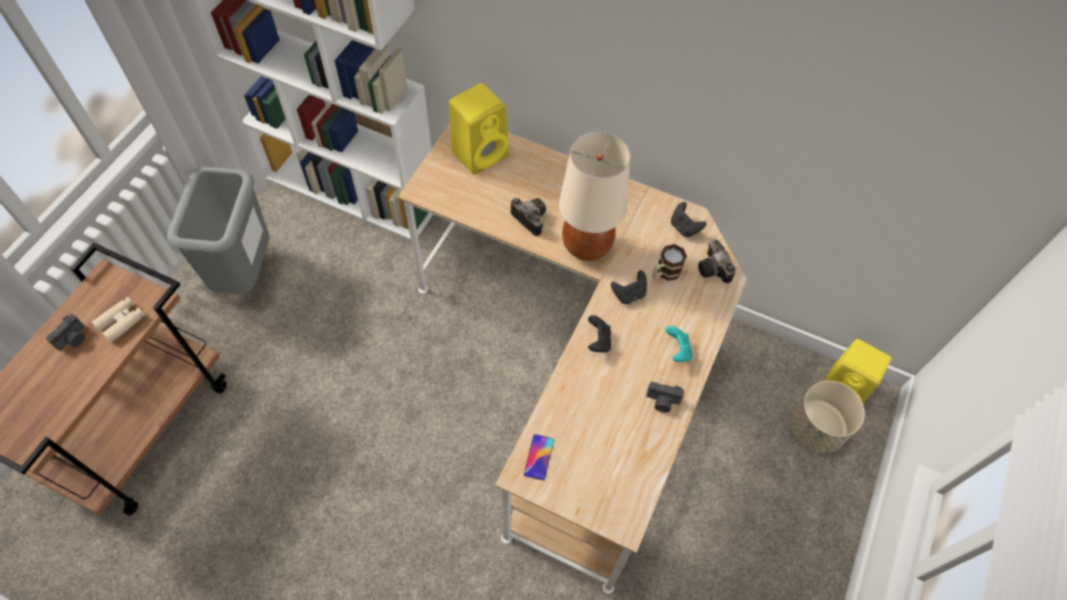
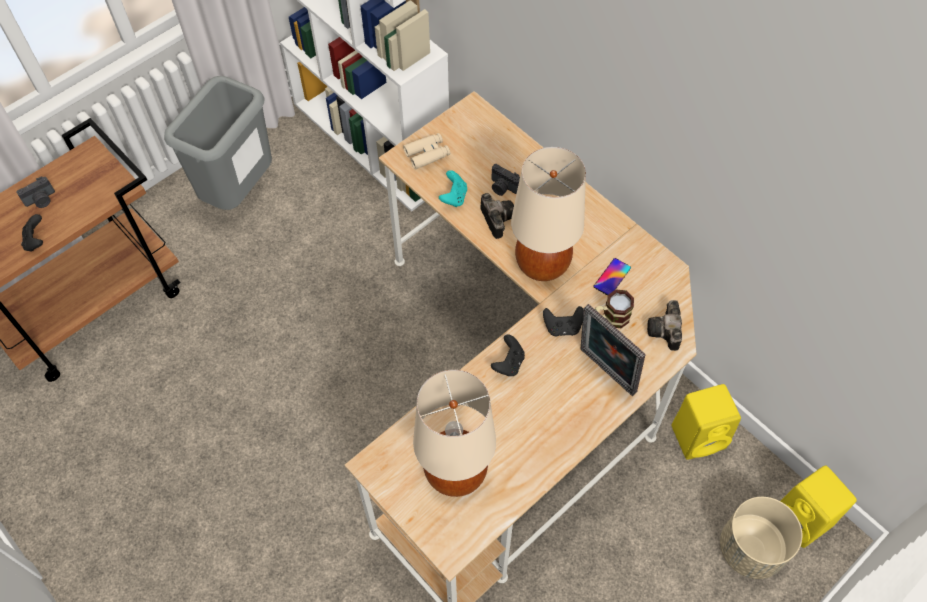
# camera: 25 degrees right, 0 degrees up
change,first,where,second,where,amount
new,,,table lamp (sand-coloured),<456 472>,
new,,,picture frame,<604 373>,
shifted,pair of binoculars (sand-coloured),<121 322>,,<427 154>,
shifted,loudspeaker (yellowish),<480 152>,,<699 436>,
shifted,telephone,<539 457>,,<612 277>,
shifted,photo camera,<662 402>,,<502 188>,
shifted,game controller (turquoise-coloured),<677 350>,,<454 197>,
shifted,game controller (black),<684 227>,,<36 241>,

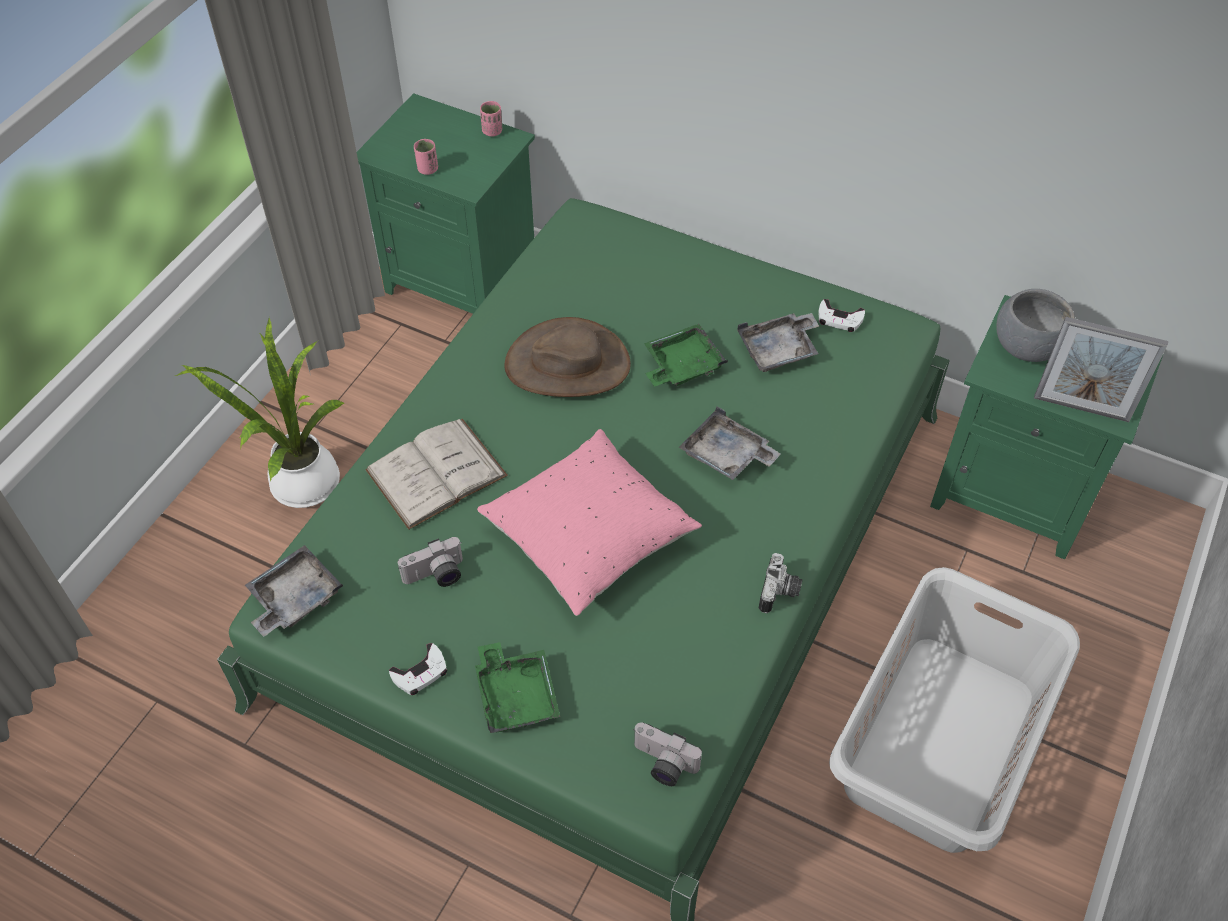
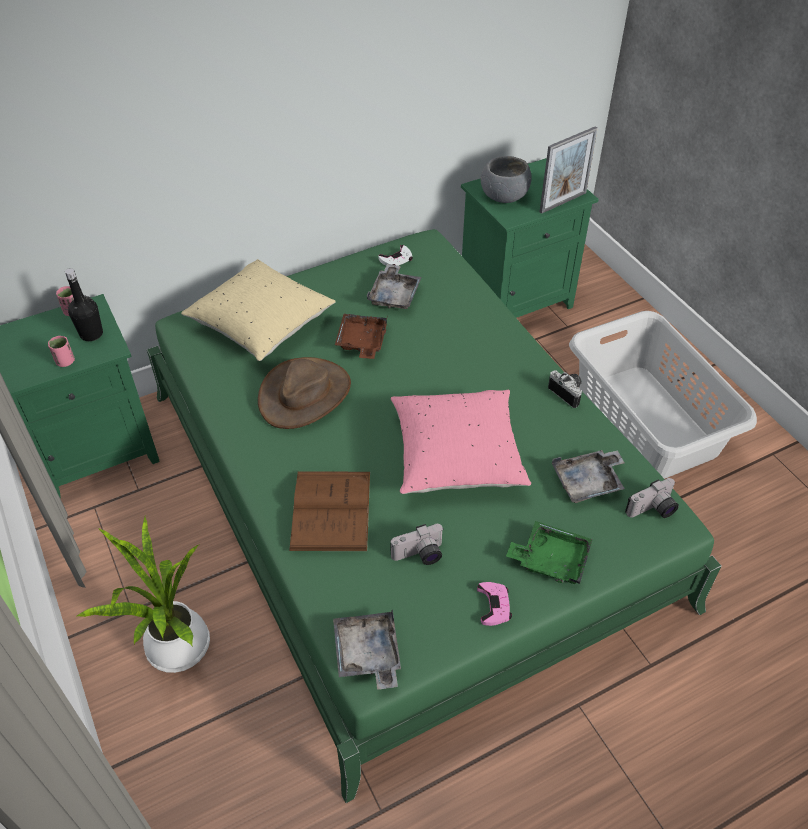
# camera: 55 degrees left, 5 degrees down
change,first,where,second,where,amount
new,,,drink bottle (black),<91 334>,
new,,,pillow (sand-coloured),<261 325>,
shifted,tray (gray),<726 456>,,<588 482>,
repainted,book (white-coloured),<436 473>,book (brown-coloured),<331 510>,
repainted,game controller (white-coloured),<420 673>,game controller (pinkish),<494 605>,
repainted,tray (green-coloured),<682 365>,tray (brown-coloured),<362 342>,
rotated,photo camera,<436 576>,,<419 556>,60 degrees clockwise

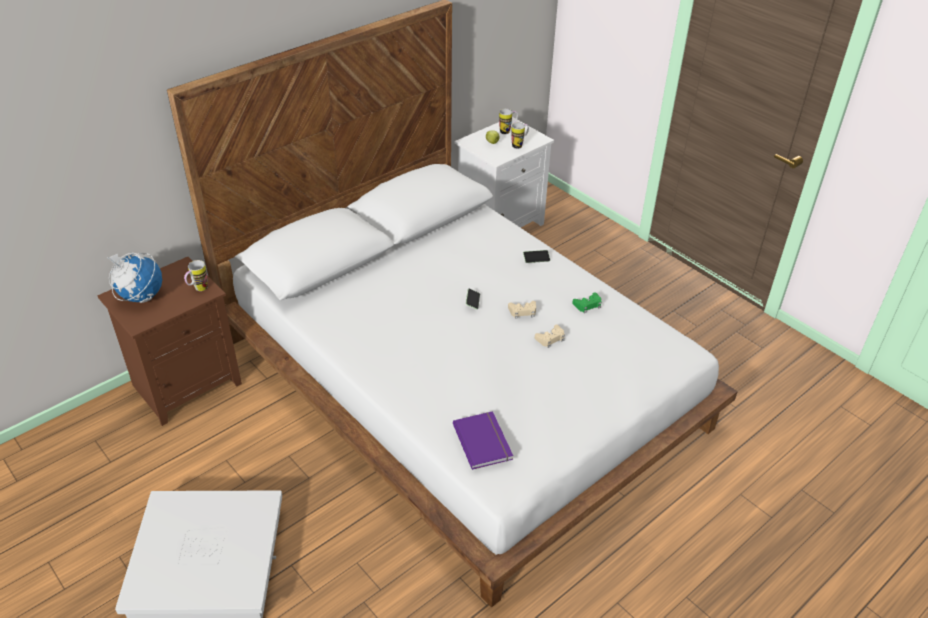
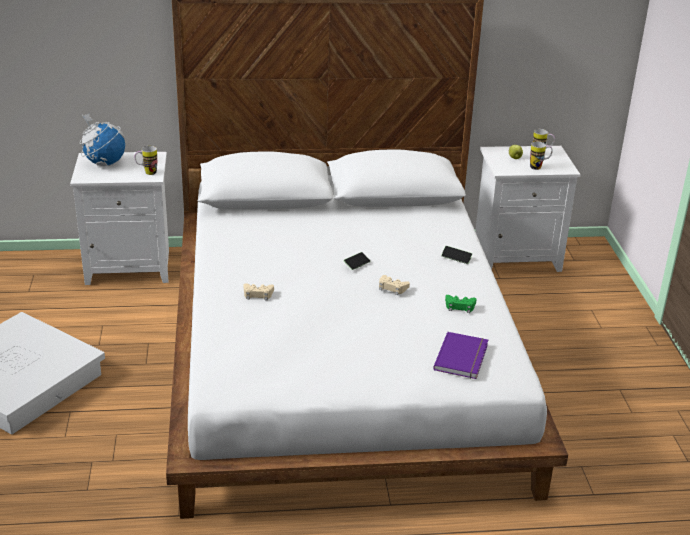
# camera: 35 degrees right, 10 degrees down
change,first,where,second,where,amount
shifted,book (purple),<484 441>,,<463 357>,
shifted,game controller (sand-coloured),<550 338>,,<258 294>,
repainted,night table (brown-coloured),<187 384>,night table (white-coloured),<131 266>,

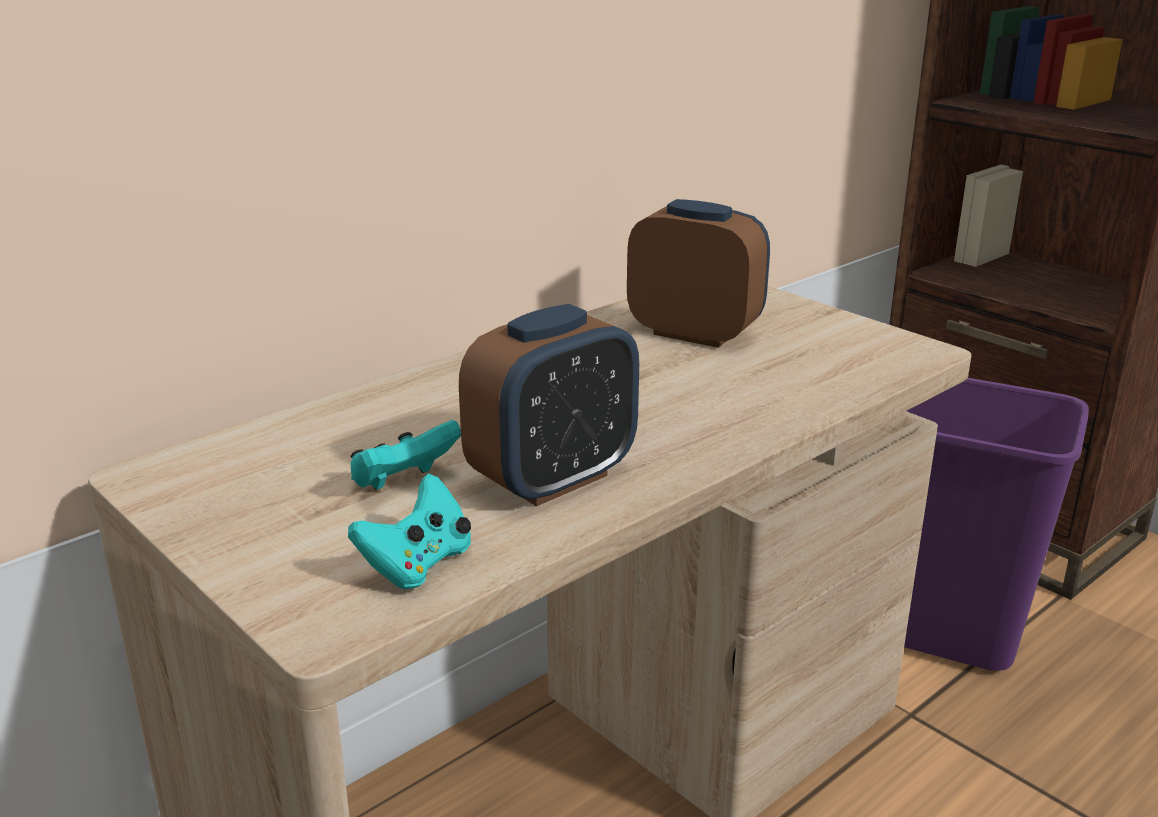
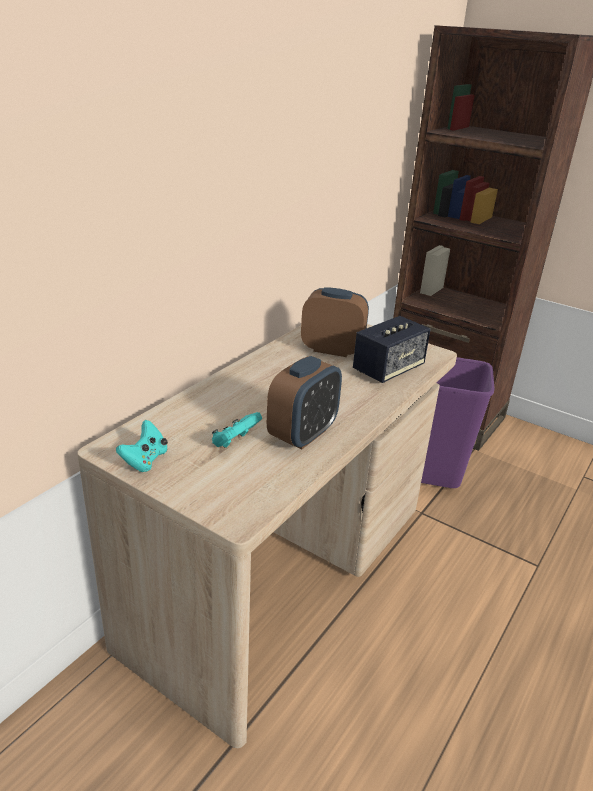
# camera: 15 degrees left, 5 degrees up
change,first,where,second,where,amount
new,,,loudspeaker,<388 369>,
shifted,game controller (turquoise-coloured),<418 564>,,<145 460>,

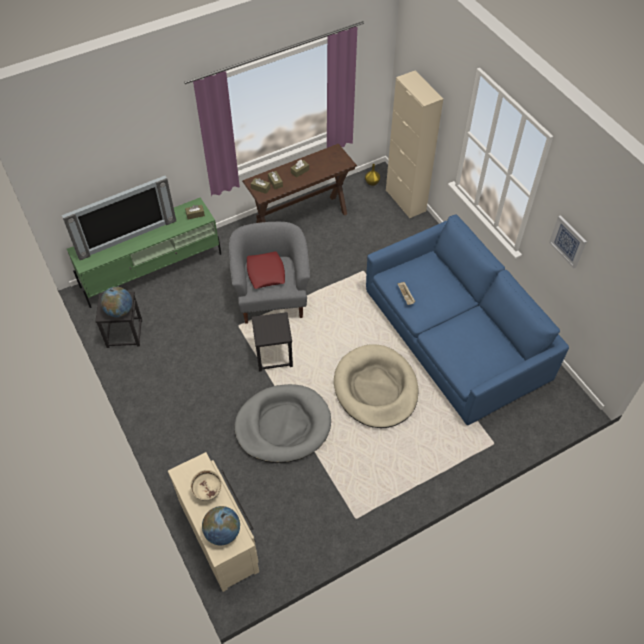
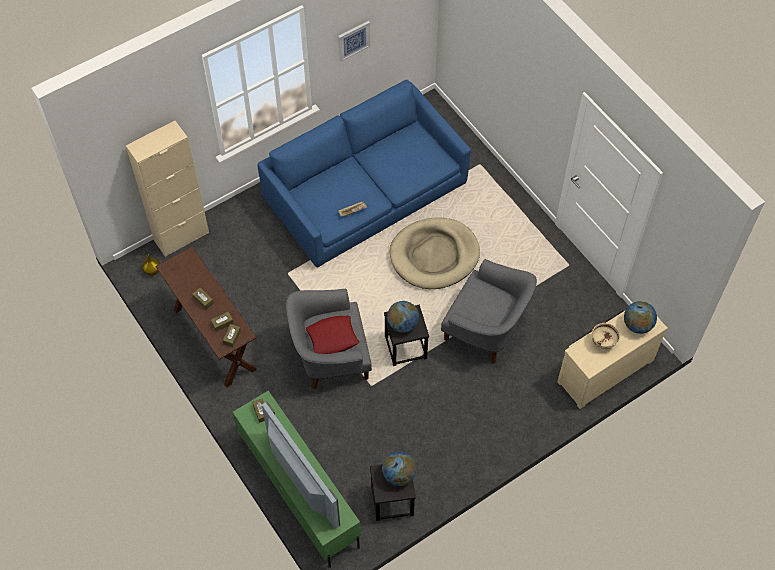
# camera: 95 degrees left, 5 degrees up
change,first,where,second,where,amount
new,,,globe,<402 324>,
swapped,dog cushion (gray),<283 425>,armchair (gray),<486 330>,

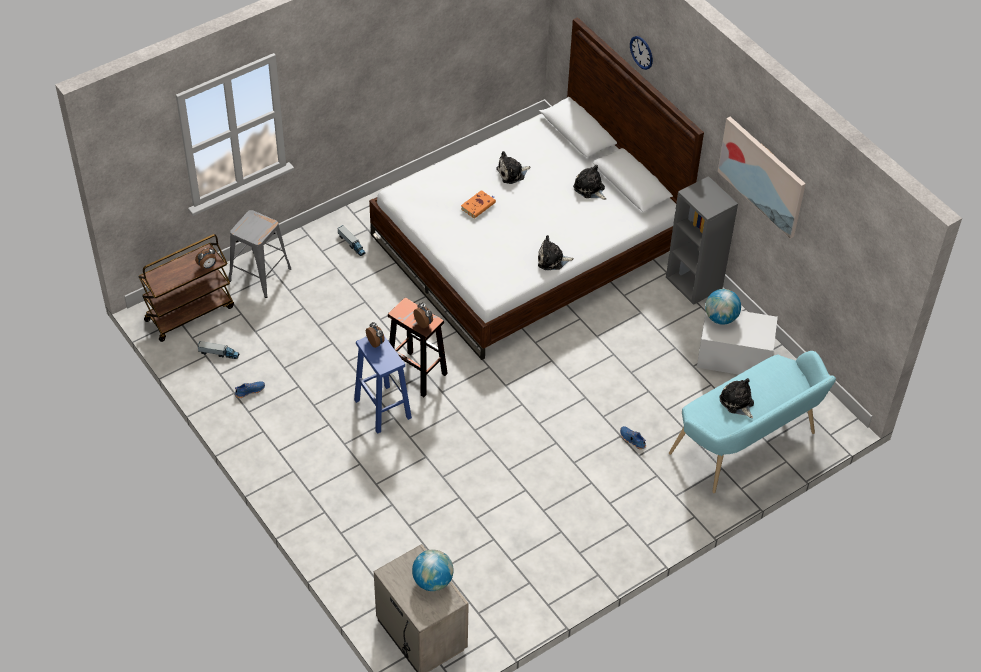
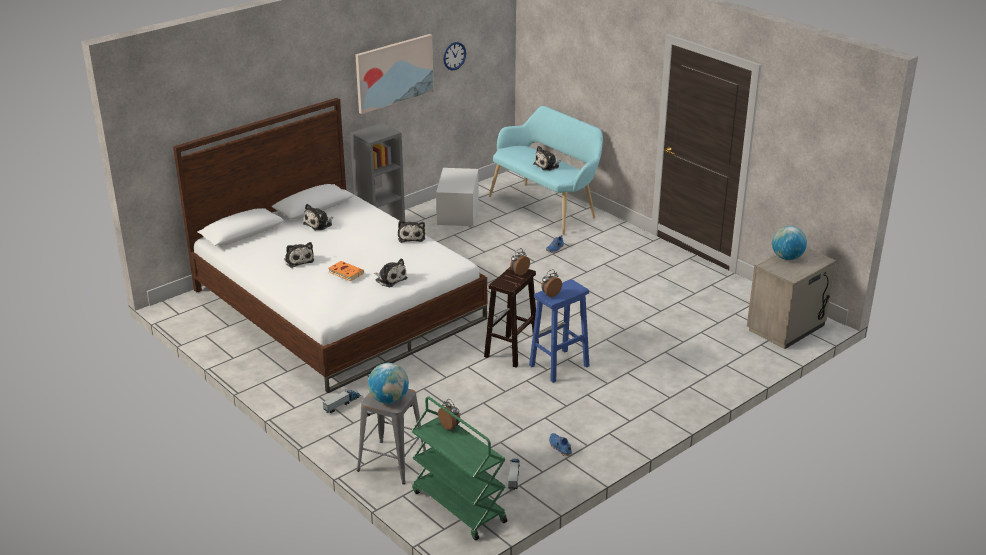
# camera: 95 degrees left, 20 degrees down
change,first,where,second,where,amount
new,,,soft toy,<390 279>,
shifted,hanging clock,<641 52>,,<454 56>,
shifted,globe,<721 318>,,<389 399>,
repainted,cart (brown-coloured),<190 313>,cart (green-coloured),<458 506>,

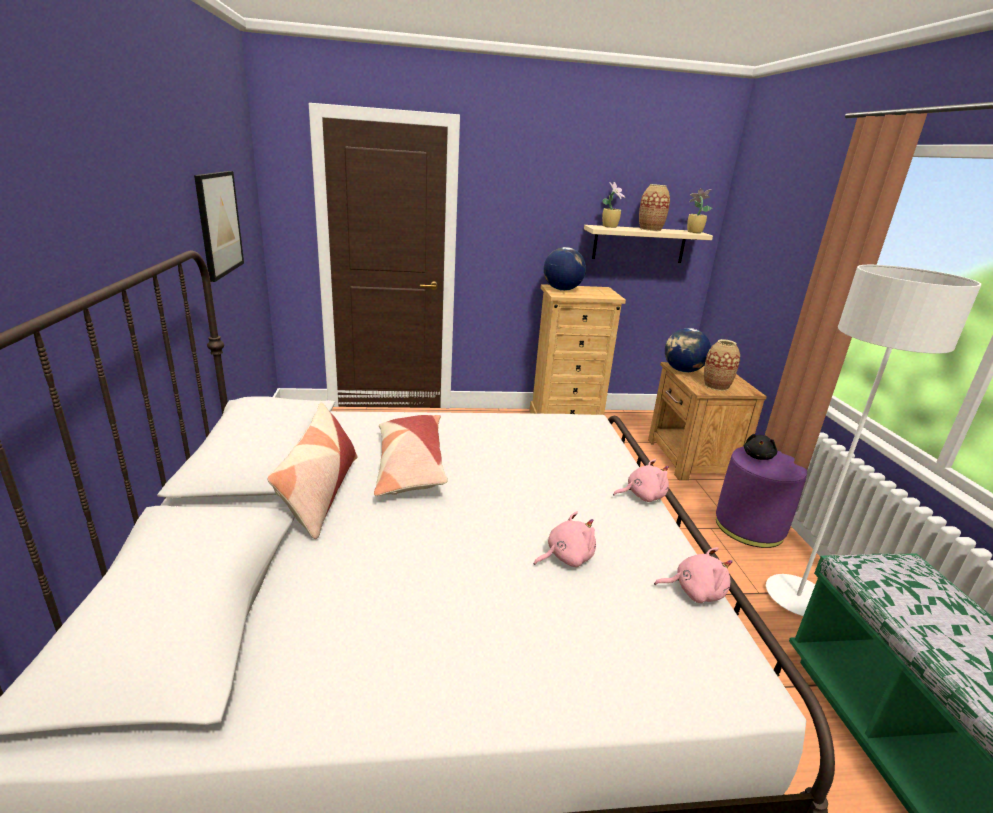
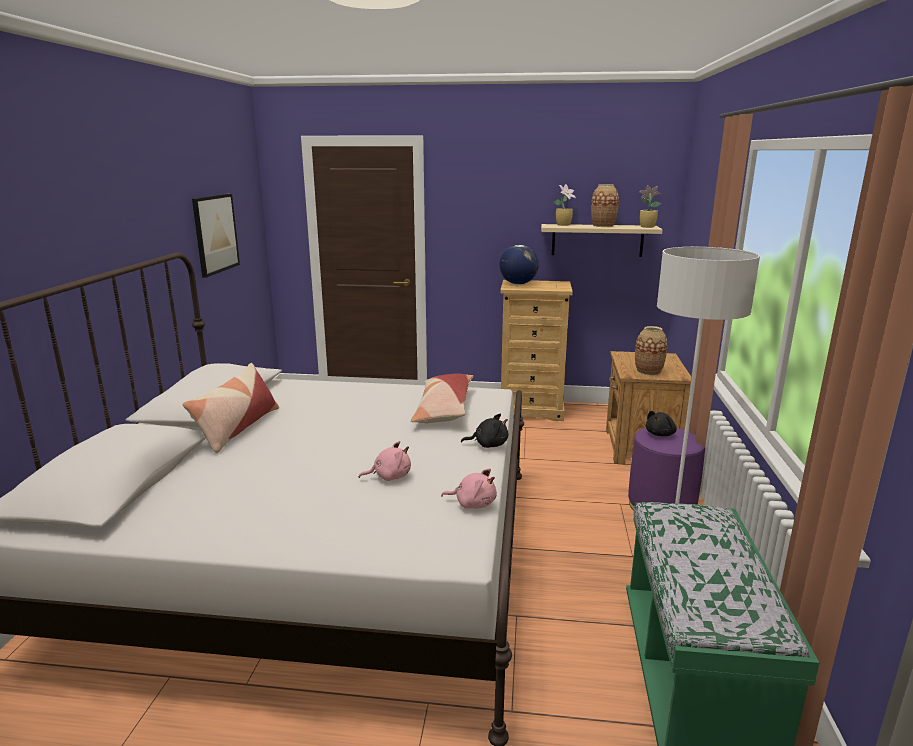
# camera: 15 degrees right, 5 degrees down
change,first,where,second,where,amount
gone,globe,<683 371>,,,
shifted,pillow,<410 466>,,<443 409>,
repainted,soft toy (pinkish),<642 495>,soft toy (black),<488 444>,

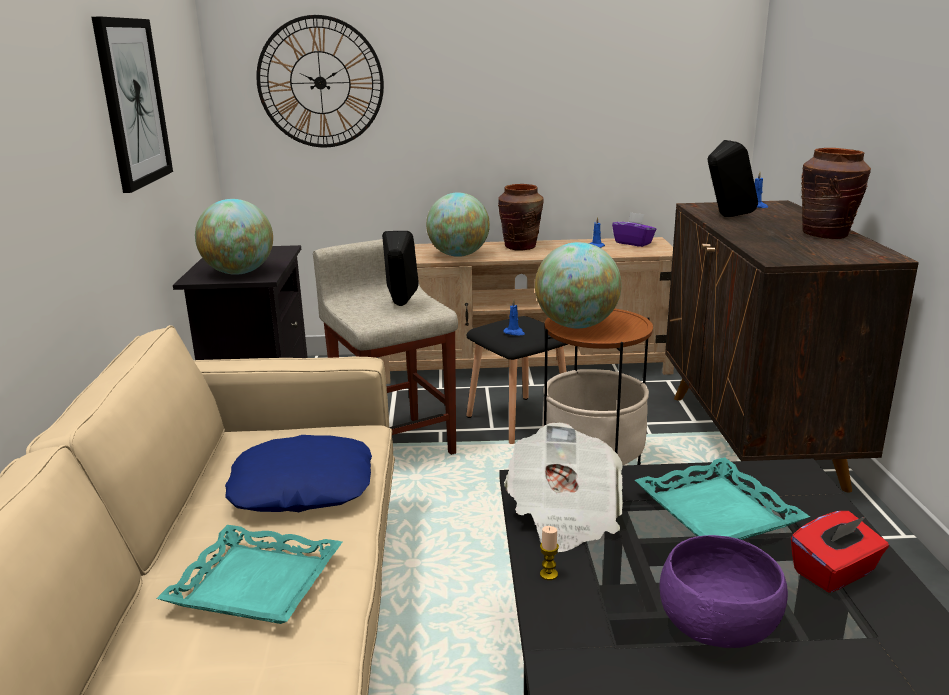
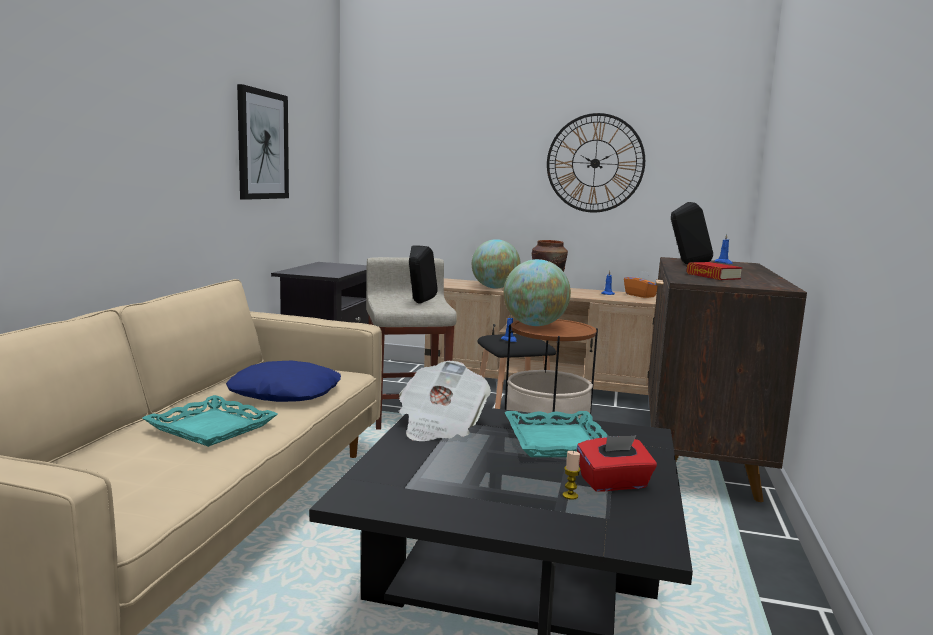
# camera: 15 degrees right, 10 degrees down
change,first,where,second,where,amount
gone,globe,<239 273>,,,
gone,deep dish (purple),<716 627>,,,
gone,vase (brown-coloured),<826 234>,,,
new,,,book,<713 276>,
shifted,hanging clock,<320 82>,,<595 163>,
shifted,wax candle,<548 574>,,<570 496>,
repainted,tissue holder (purple),<633 243>,tissue holder (orange-coloured),<640 295>,

